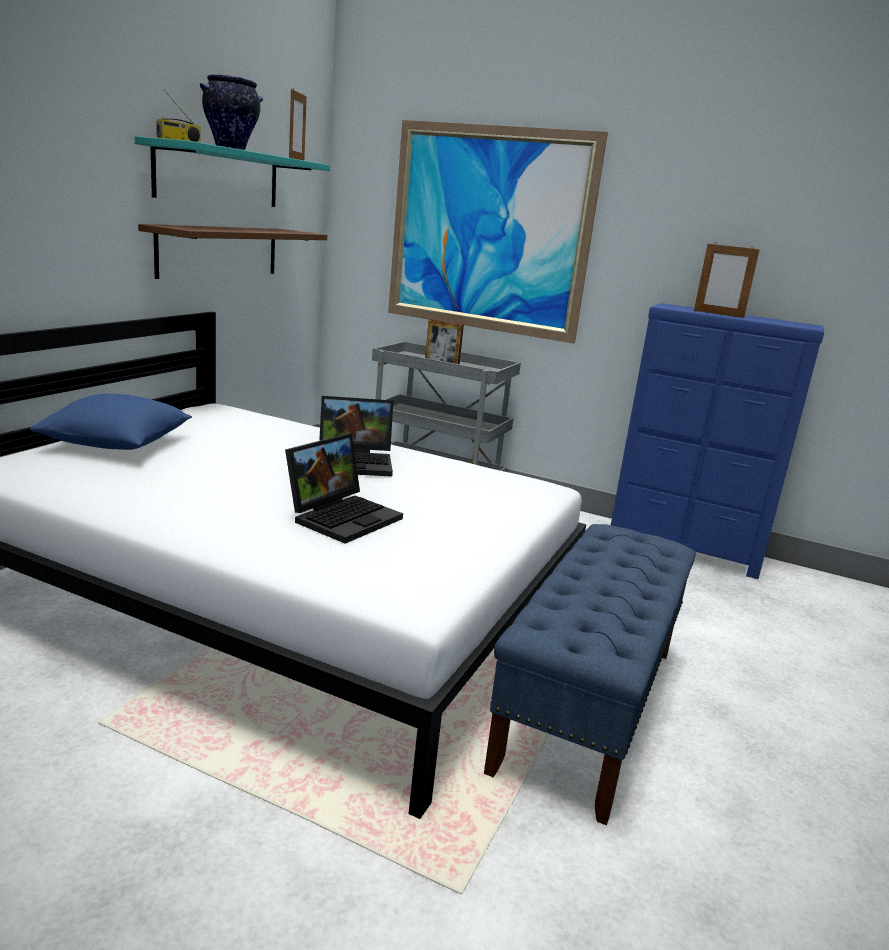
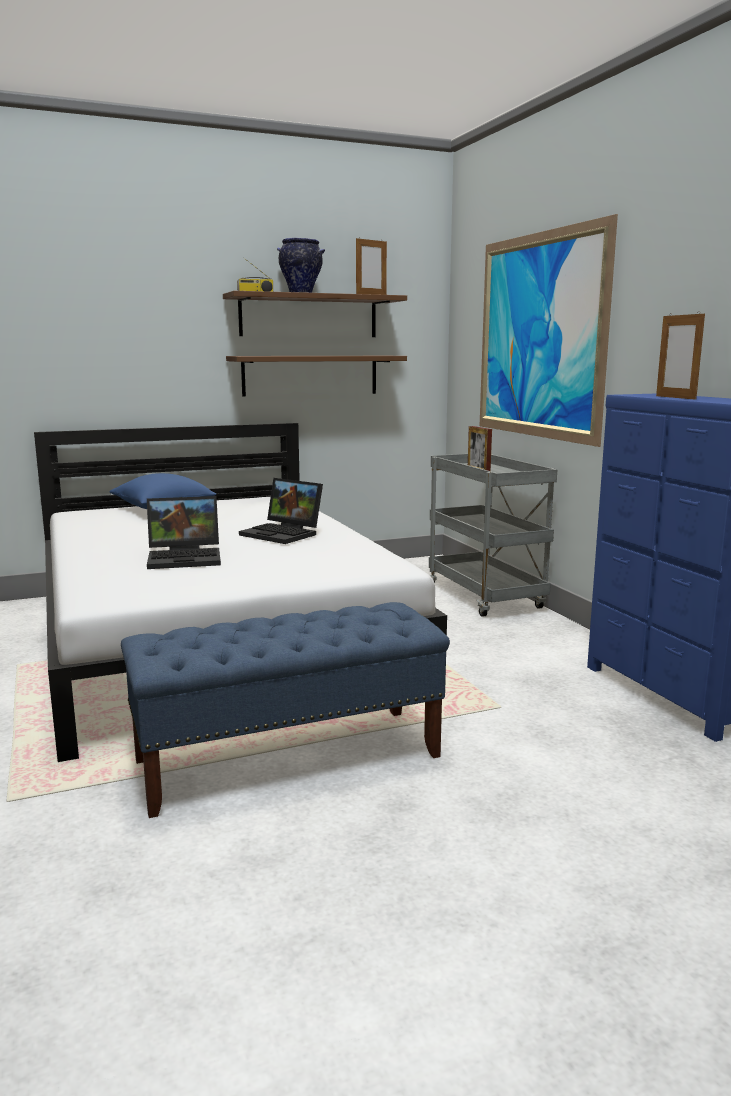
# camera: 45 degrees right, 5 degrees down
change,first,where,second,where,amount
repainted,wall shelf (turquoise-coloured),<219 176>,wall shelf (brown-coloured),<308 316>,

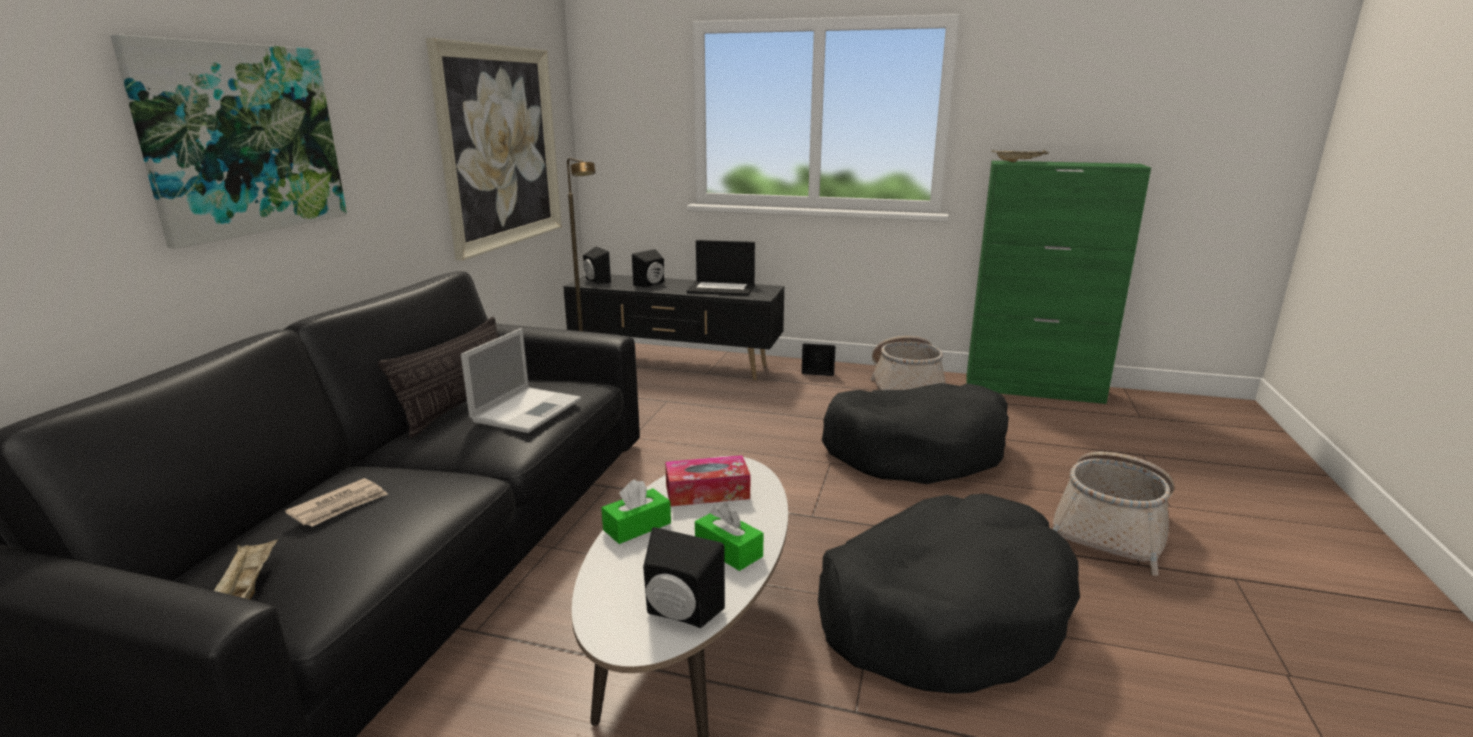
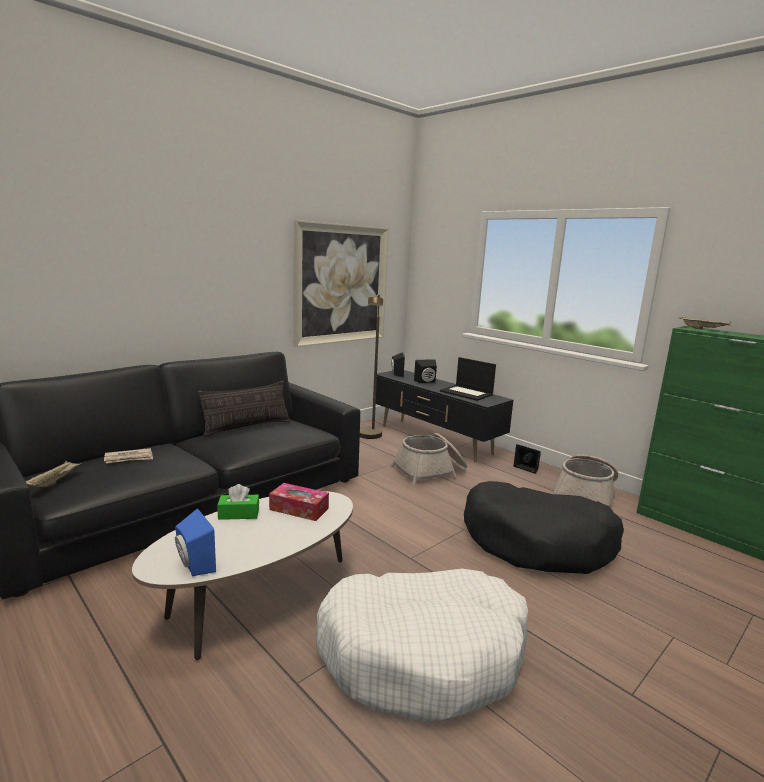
# camera: 30 degrees right, 5 degrees down
change,first,where,second,where,amount
gone,picture,<242 140>,,,
gone,portable computer,<528 409>,,,
gone,tissue holder (green-coloured),<728 550>,,,
shifted,basket,<1111 528>,,<430 471>,
repainted,loudspeaker (black),<679 614>,loudspeaker (blue-coloured),<193 565>,
repainted,dog cushion (black),<942 613>,dog cushion (white-coloured),<423 654>,

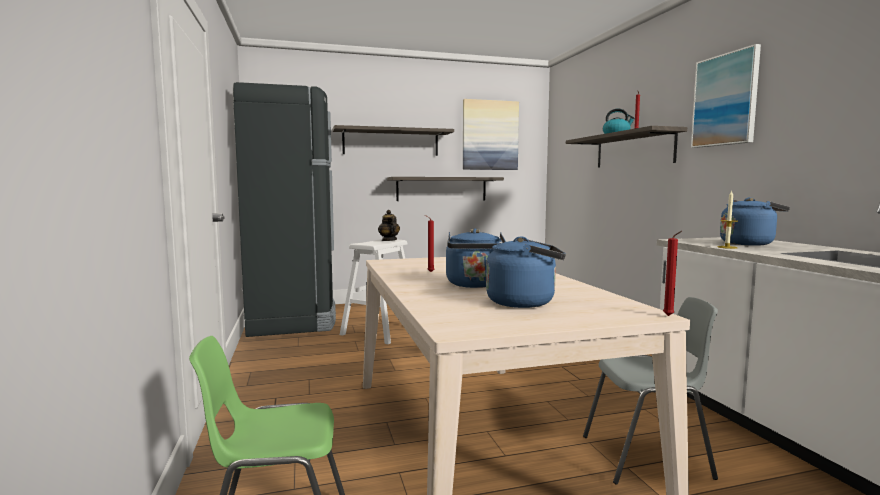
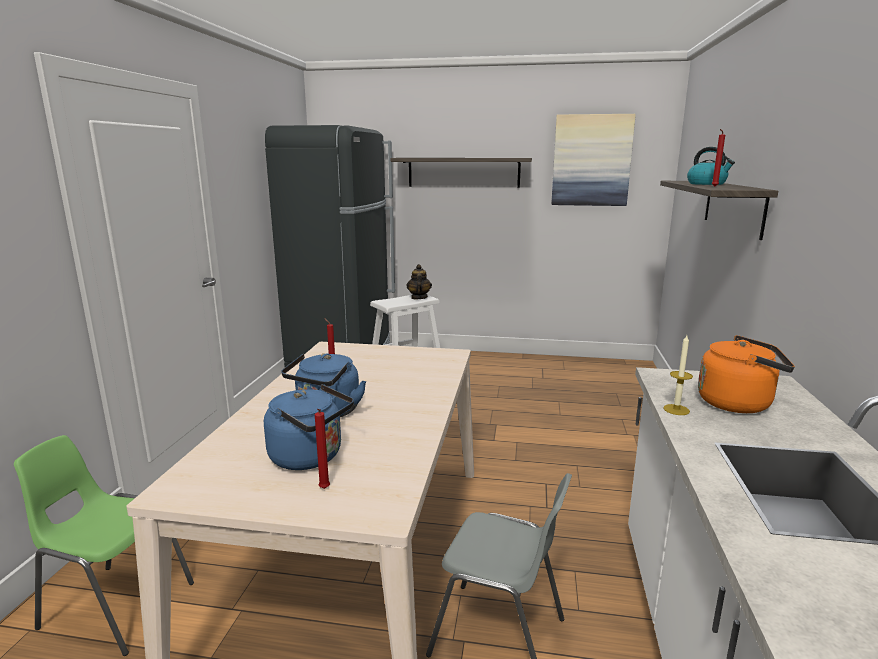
# camera: 25 degrees right, 10 degrees up
change,first,where,second,where,amount
gone,wall shelf,<441 189>,,,
gone,picture,<725 100>,,,
shifted,wax candle (red-coloured),<670 316>,,<324 489>,
repainted,tea kettle (blue-coloured),<748 243>,tea kettle (orange-coloured),<738 403>,

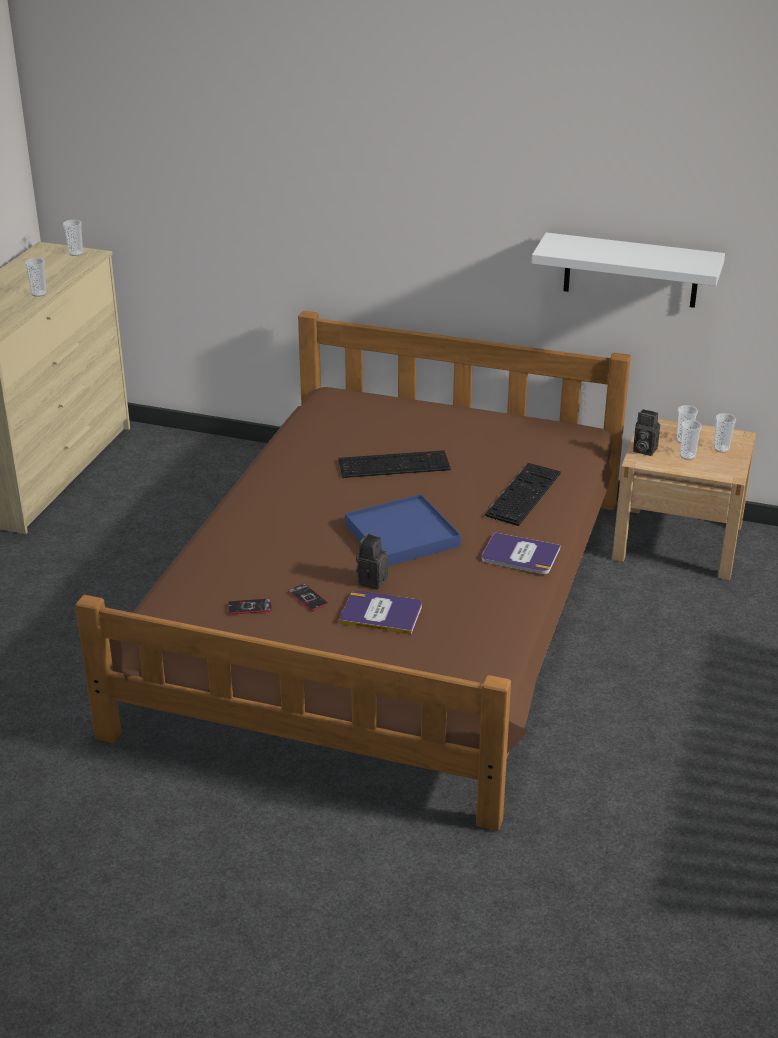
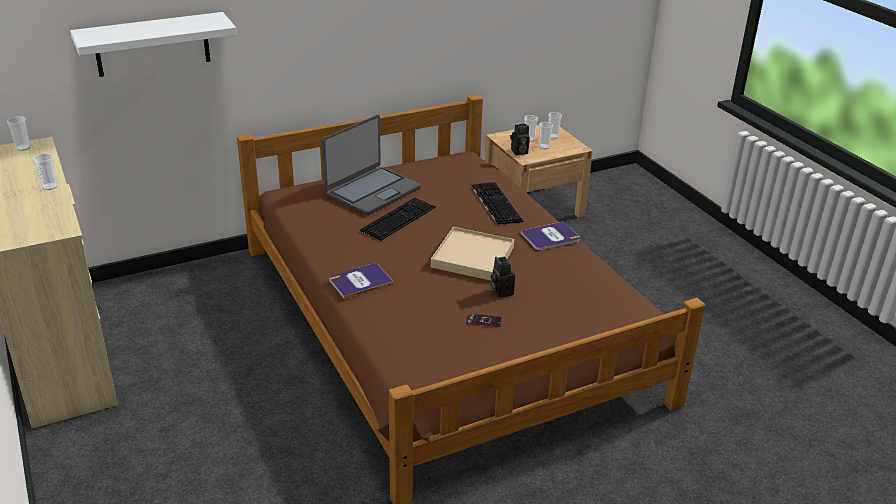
# camera: 45 degrees left, 0 degrees up
change,first,where,second,where,amount
gone,telephone,<249 607>,,,
new,,,portable computer,<372 191>,
shifted,book,<381 613>,,<360 281>,
shifted,wall shelf (white-coloured),<631 270>,,<152 44>,
repainted,tray (blue-coloured),<402 535>,tray (sand-coloured),<473 257>,

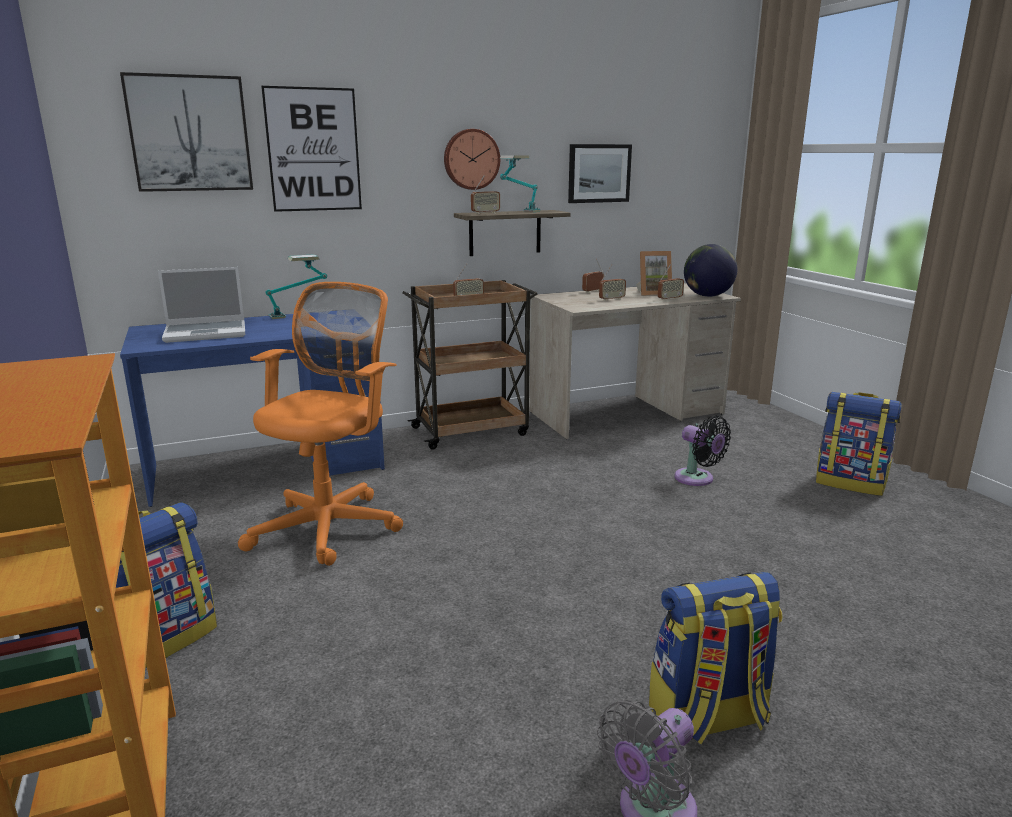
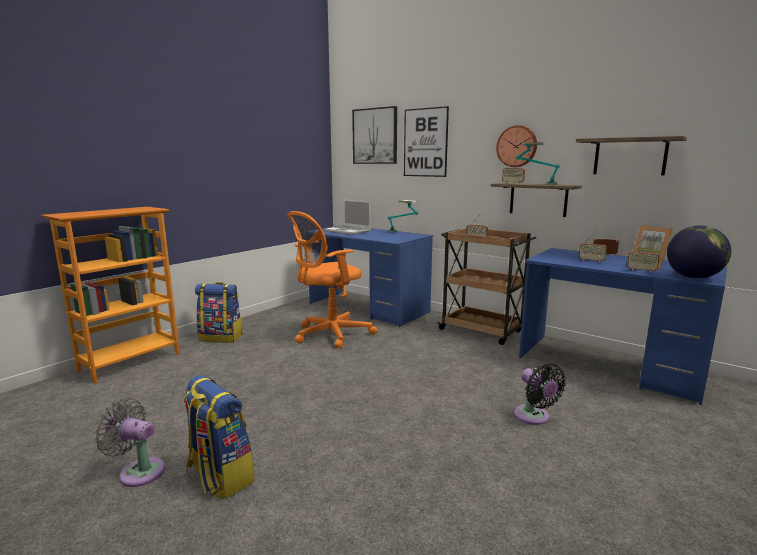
# camera: 60 degrees right, 5 degrees down
change,first,where,second,where,amount
gone,backpack,<850 483>,,,
swapped,picture,<599 173>,wall shelf,<629 156>,
repainted,desk (sand-coloured),<626 413>,desk (blue-coloured),<609 366>,
rotated,office chair (orange-coloured),<331 525>,,<329 335>,150 degrees clockwise
rotated,fan (black),<697 479>,,<534 417>,45 degrees counterclockwise

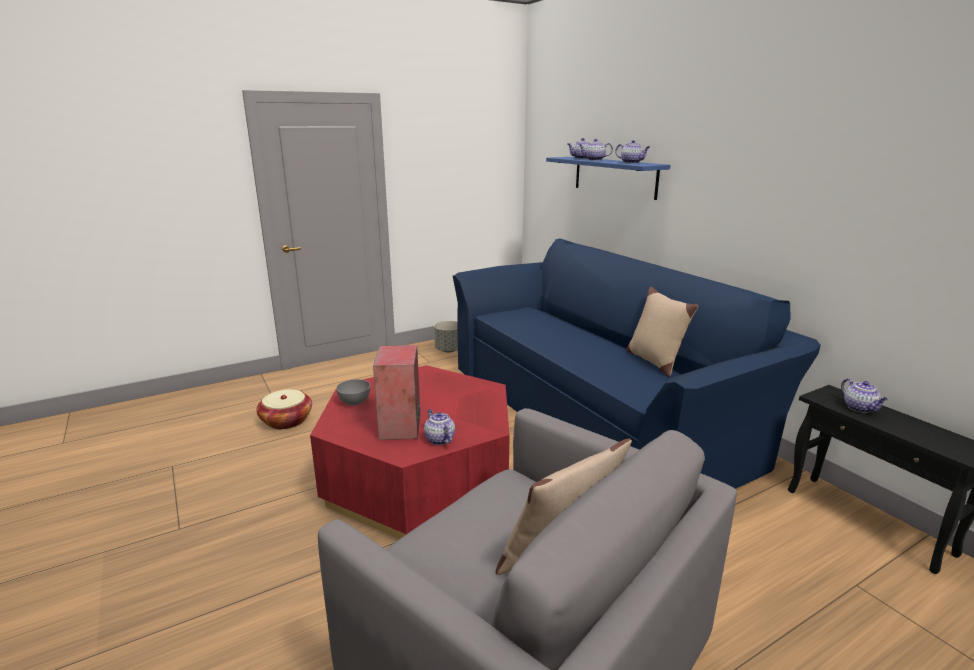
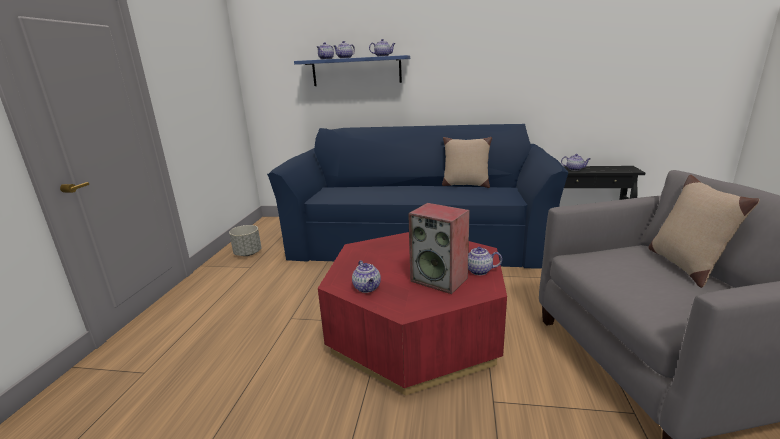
# camera: 50 degrees left, 0 degrees up
change,first,where,second,where,amount
gone,basket,<286 421>,,,
swapped,deep dish (gray),<354 402>,teapot,<367 288>,

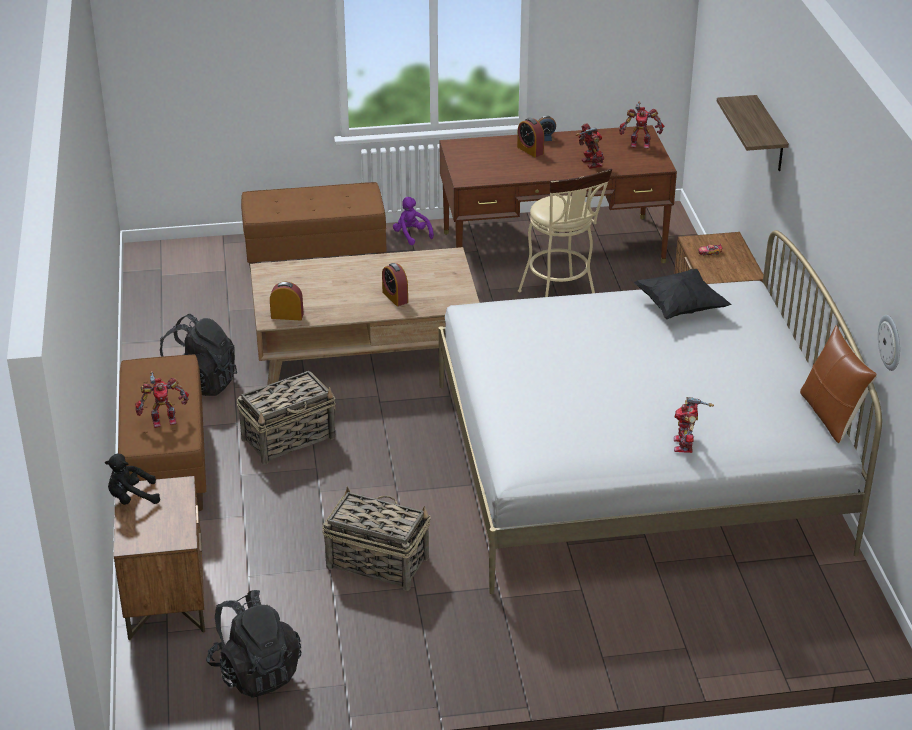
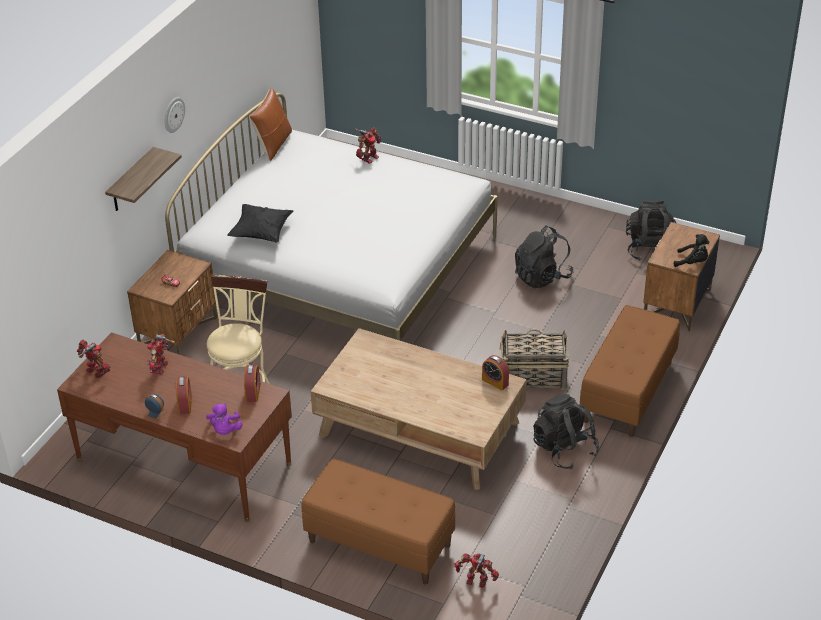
# camera: 145 degrees left, 5 degrees up
change,first,where,second,where,amount
shifted,model robot,<163 419>,,<476 582>,
shifted,alarm clock,<395 297>,,<253 392>,
shifted,soft toy (purple),<411 235>,,<225 430>,
shifted,hanging clock,<891 342>,,<173 114>,
swapped,basket,<376 562>,backpack (black),<542 277>,

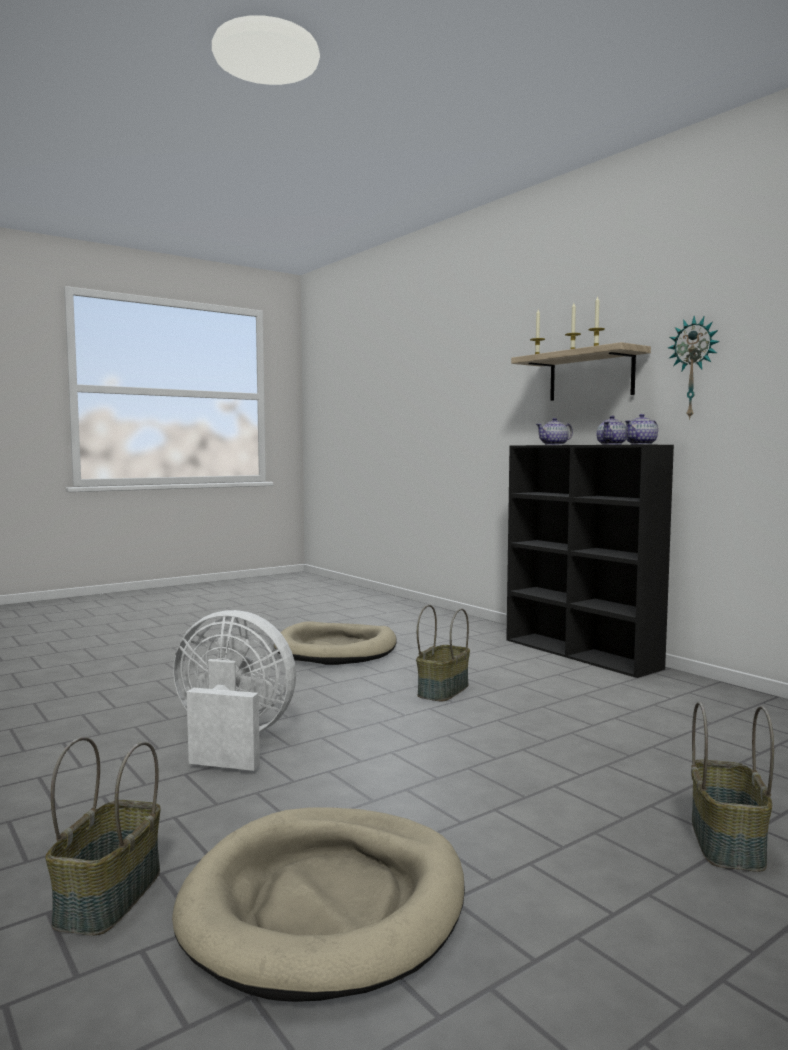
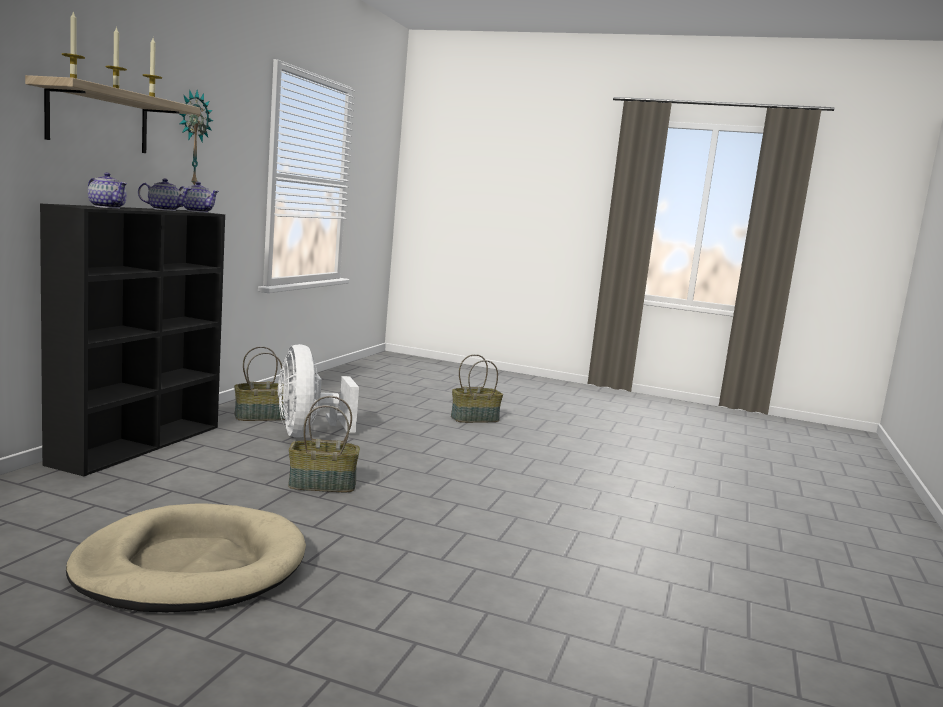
# camera: 125 degrees left, 5 degrees up
change,first,where,second,where,amount
gone,dog cushion (sand-coloured),<326 904>,,,
shifted,basket,<110 897>,,<262 416>,
shifted,fan (white-coloured),<232 742>,,<307 434>,

